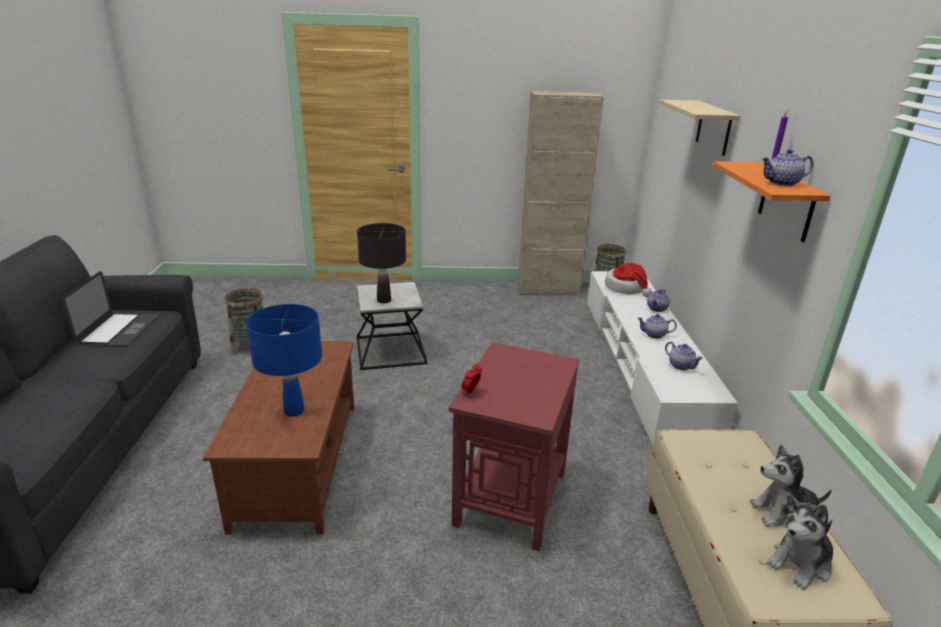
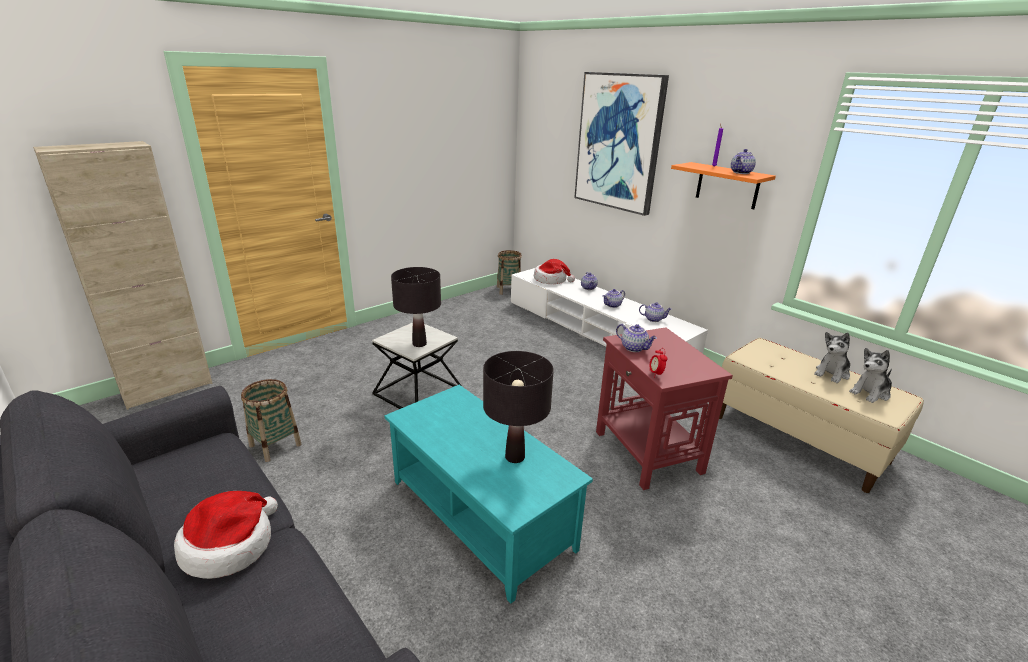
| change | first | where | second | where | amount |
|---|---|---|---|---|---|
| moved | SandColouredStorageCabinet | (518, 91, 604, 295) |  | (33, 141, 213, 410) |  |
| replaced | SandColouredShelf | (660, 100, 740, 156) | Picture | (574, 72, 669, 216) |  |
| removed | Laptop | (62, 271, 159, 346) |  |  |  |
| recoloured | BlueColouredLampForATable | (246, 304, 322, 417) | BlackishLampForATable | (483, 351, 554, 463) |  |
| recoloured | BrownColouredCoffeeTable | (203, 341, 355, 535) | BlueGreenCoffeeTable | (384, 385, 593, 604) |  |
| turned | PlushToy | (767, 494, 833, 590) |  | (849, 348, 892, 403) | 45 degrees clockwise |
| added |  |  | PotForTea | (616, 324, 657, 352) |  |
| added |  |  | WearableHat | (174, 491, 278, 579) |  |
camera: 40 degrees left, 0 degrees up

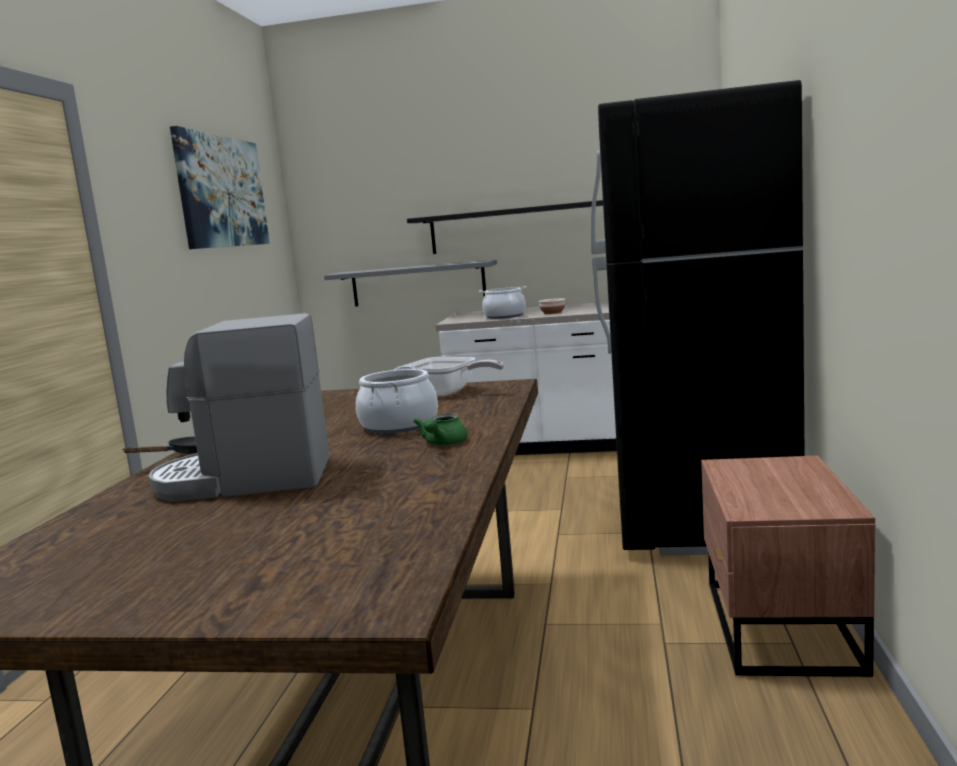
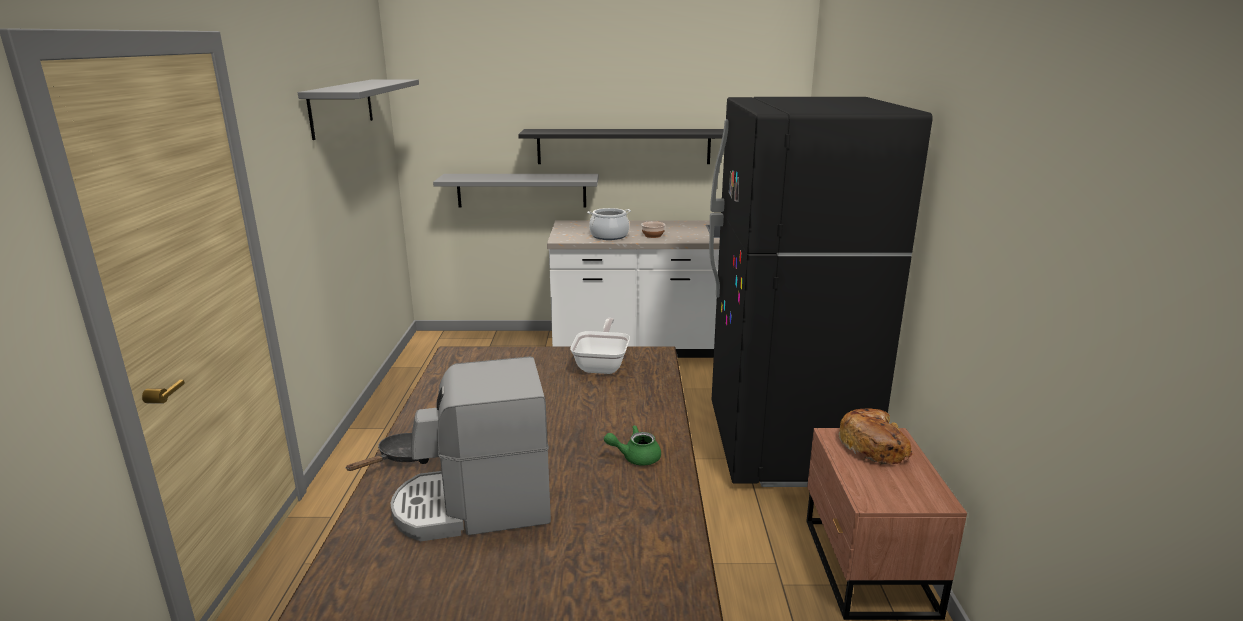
| change | first | where | second | where | amount |
|---|---|---|---|---|---|
| replaced | Picture | (170, 126, 270, 249) | GreyShelf | (298, 79, 419, 140) |  |
| turned | Skillet | (403, 357, 504, 396) |  | (570, 318, 630, 374) | 105 degrees counterclockwise |
| removed | Stockpot | (356, 365, 438, 434) |  |  |  |
| turned | GreenColouredPotForTea | (413, 414, 467, 446) |  | (604, 425, 661, 466) | 75 degrees clockwise |
| added |  |  | Bread | (838, 408, 913, 465) |  |
camera: 10 degrees left, 10 degrees up

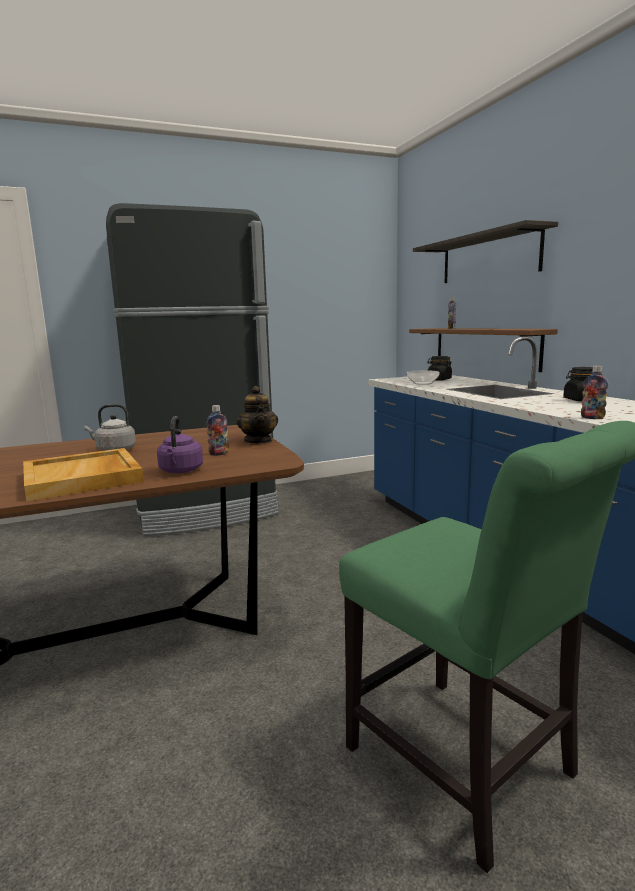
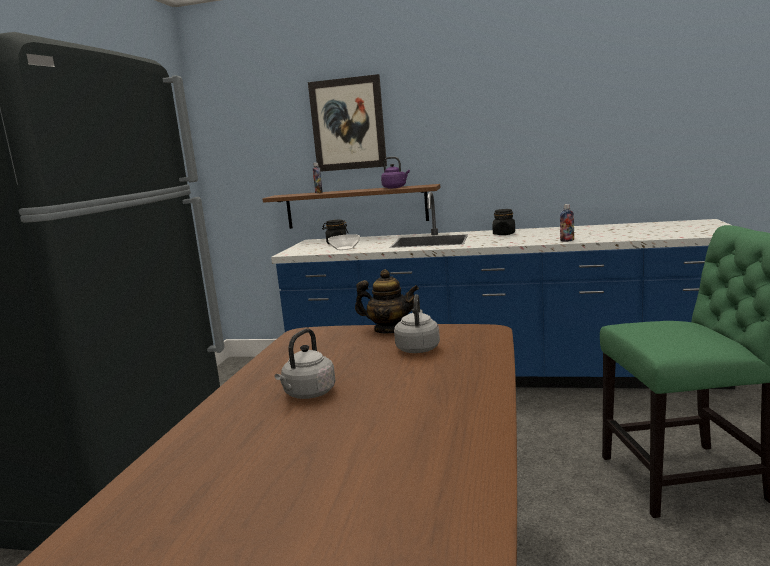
| change | first | where | second | where | amount |
|---|---|---|---|---|---|
| replaced | Shelf | (413, 220, 558, 283) | Picture | (308, 74, 387, 172) |  |
| replaced | DrinkBottle | (207, 405, 229, 456) | GreyKettle | (394, 294, 440, 353) |  |
| moved | PurpleKettle | (157, 416, 203, 473) |  | (381, 157, 410, 188) |  |
| removed | SandColouredCarryingTray | (23, 448, 144, 501) |  |  |  |
camera: 55 degrees left, 0 degrees up

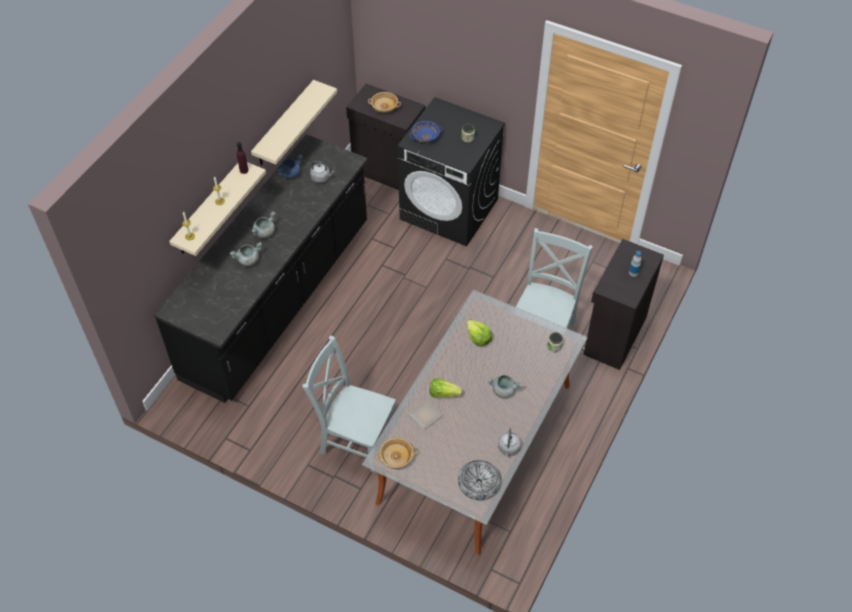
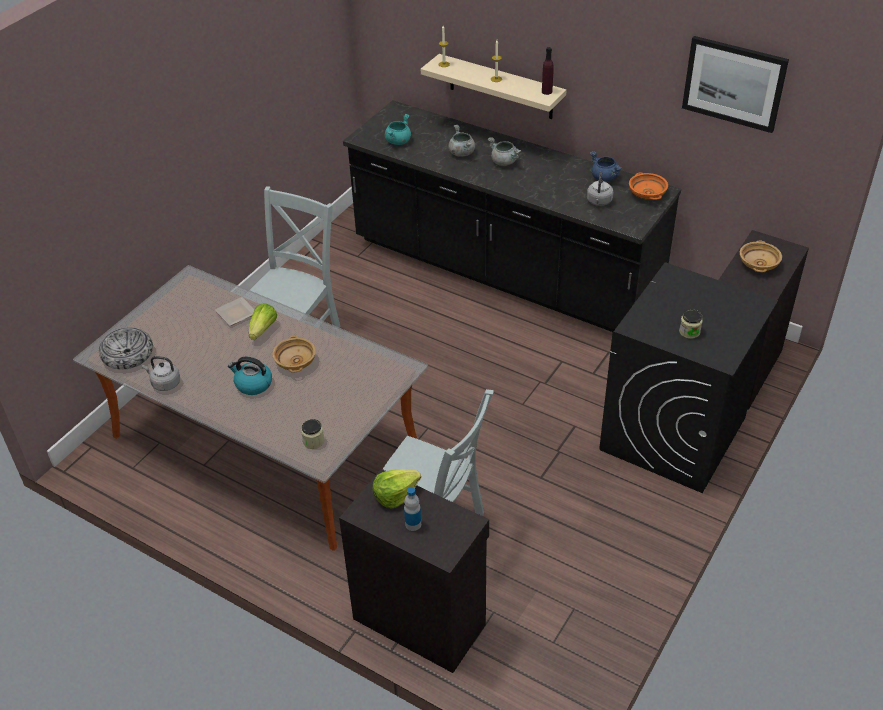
| change | first | where | second | where | amount |
|---|---|---|---|---|---|
| removed | SandColouredShelf | (251, 80, 337, 165) |  |  |  |
| removed | BlueColouredDeepDish | (409, 121, 442, 143) |  |  |  |
| moved | LettuceHead | (467, 320, 492, 346) |  | (373, 469, 421, 509) |  |
| replaced | GreyStockpot | (488, 375, 522, 398) | Kettle | (228, 357, 272, 395) |  |
| moved | SandColouredDeepDish | (376, 438, 417, 469) |  | (272, 336, 316, 373) |  |
| added |  |  | Picture | (682, 36, 789, 133) |  |
| added |  |  | BlueGreenStockpot | (385, 114, 411, 145) |  |
| added |  |  | OrangeyDeepDish | (629, 172, 668, 200) |  |
camera: 95 degrees right, 10 degrees down

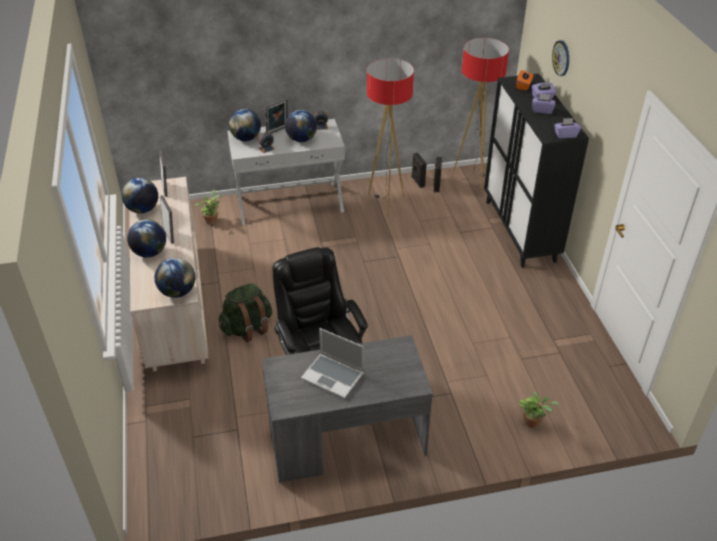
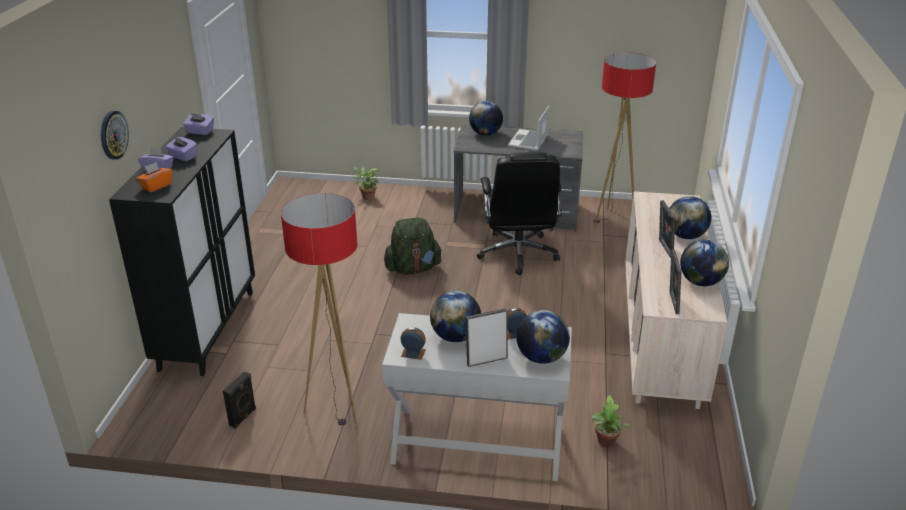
| change | first | where | second | where | amount |
|---|---|---|---|---|---|
| moved | FloorLamp | (451, 38, 509, 190) |  | (594, 52, 656, 226) |  |
| removed | BlackishSpeaker | (412, 153, 427, 188) |  |  |  |
| moved | Globe | (154, 258, 195, 298) |  | (469, 101, 503, 136) |  |
| moved | GreenColouredKnapsack | (219, 283, 273, 342) |  | (384, 218, 442, 274) |  |
| turned | Laptop | (301, 328, 364, 399) |  | (508, 106, 550, 151) | 120 degrees counterclockwise |
camera: 160 degrees left, 10 degrees down

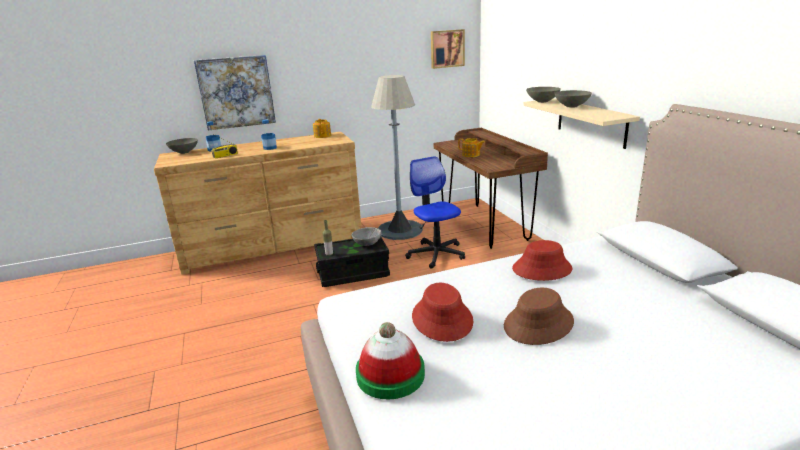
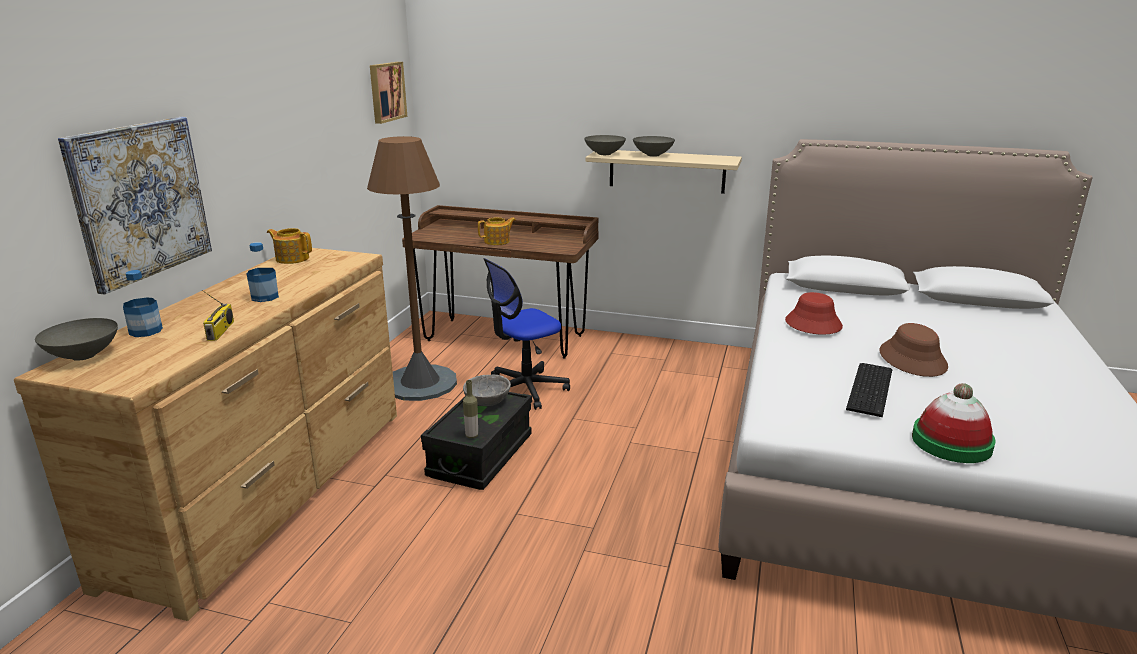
| change | first | where | second | where | amount |
|---|---|---|---|---|---|
| recoloured | GreyFloorLamp | (371, 75, 423, 240) | BrownColouredFloorLamp | (367, 136, 457, 401) |  |
| turned | ComputerChair | (405, 156, 465, 269) |  | (483, 258, 570, 410) | 45 degrees counterclockwise |
| replaced | RedColouredWearableHat | (412, 283, 473, 342) | Keyboard | (846, 363, 892, 417) |  |
camera: 55 degrees left, 0 degrees up

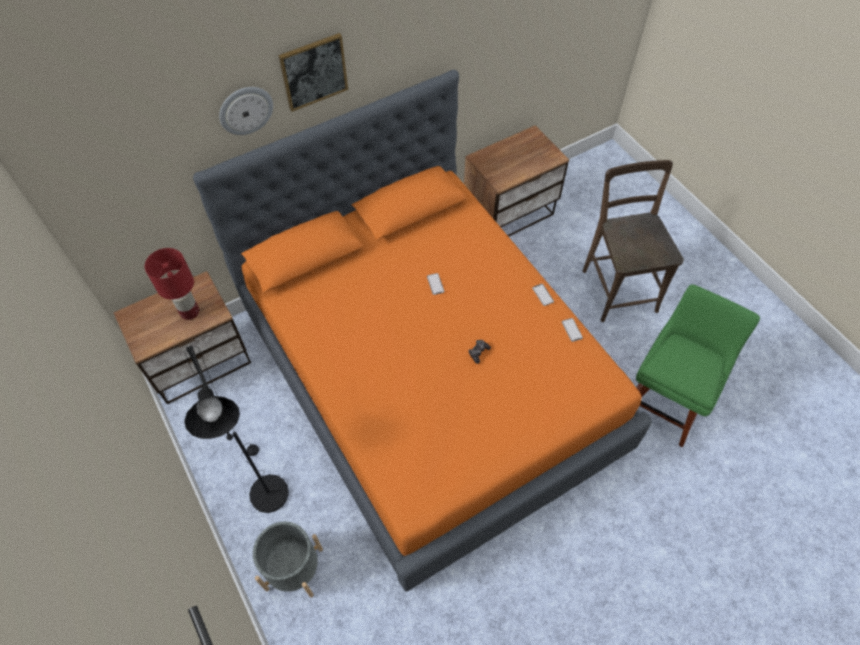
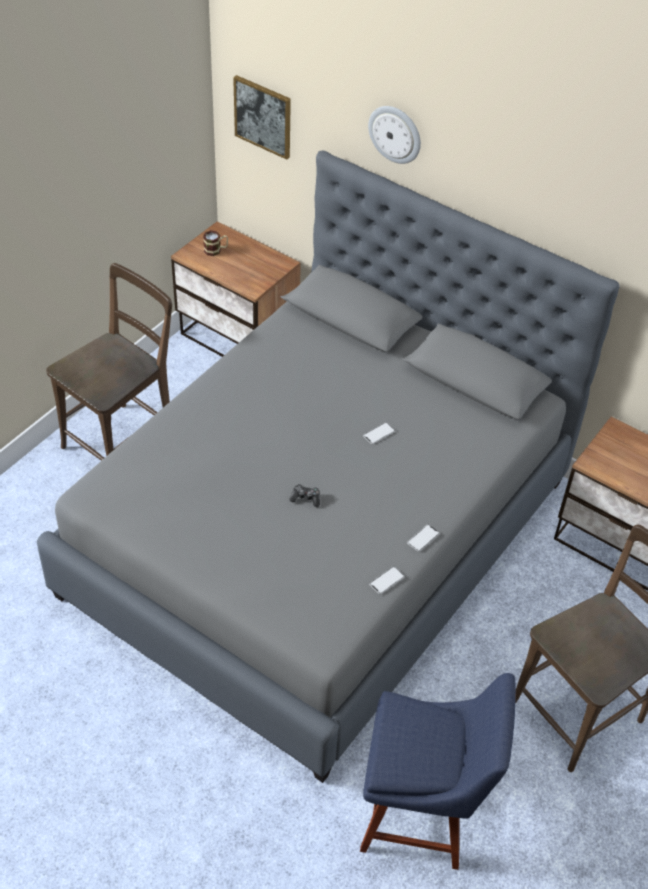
| change | first | where | second | where | amount |
|---|---|---|---|---|---|
| moved | Picture | (279, 33, 348, 112) |  | (233, 75, 291, 160) |  |
| recoloured | OrangeyBed | (193, 70, 652, 592) | GreyBed | (37, 150, 620, 783) |  |
| removed | RedColouredLampForATable | (145, 248, 199, 320) |  |  |  |
| recoloured | GreenColouredUprightChair | (636, 284, 760, 447) | BlueColouredUprightChair | (360, 673, 516, 870) |  |
| replaced | BlackishFloorLamp | (184, 345, 289, 513) | BrownColouredUprightChair | (46, 263, 172, 461) |  |
| removed | GreyFlowerPot | (253, 522, 323, 598) |  |  |  |
| added |  |  | Mug | (203, 230, 228, 256) |  |
camera: 65 degrees right, 10 degrees down

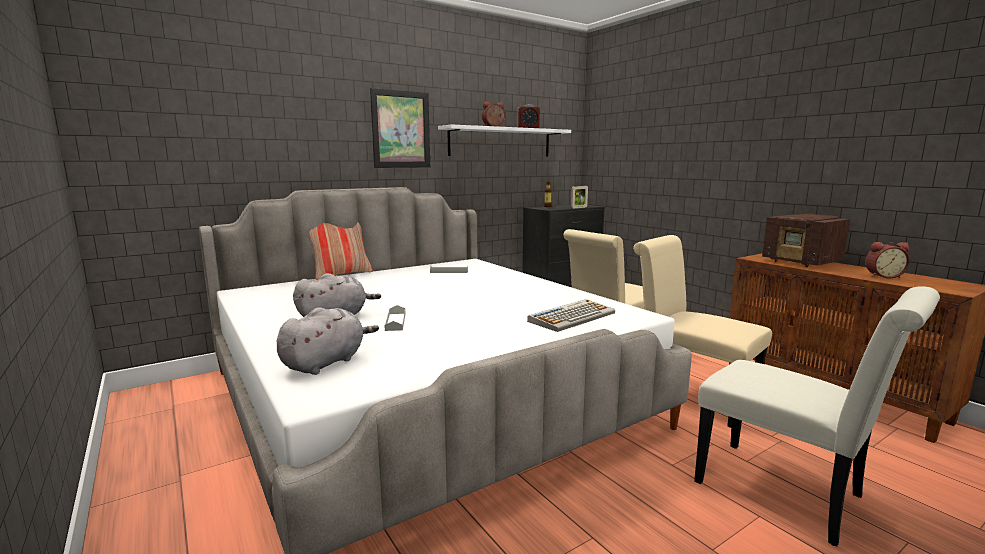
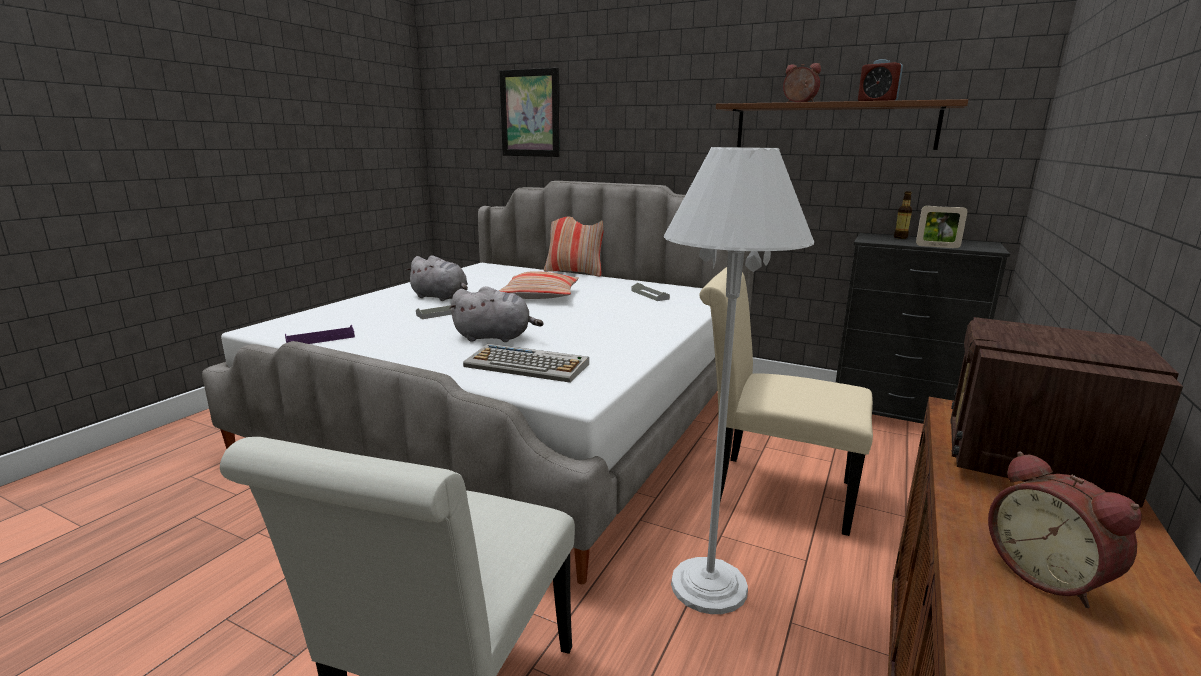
| change | first | where | second | where | amount |
|---|---|---|---|---|---|
| moved | Picture | (370, 88, 430, 168) |  | (499, 68, 560, 157) |  |
| recoloured | WhitishShelf | (438, 124, 571, 157) | BrownColouredShelf | (716, 99, 968, 150) |  |
| replaced | SandColouredUprightChair | (633, 235, 772, 428) | WhitishFloorLamp | (663, 147, 815, 614) |  |
| moved | GreyPlushToy | (277, 307, 379, 375) |  | (449, 286, 544, 342) |  |
| added |  |  | Cushion | (499, 271, 579, 299) |  |
| added |  |  | PurpleCarryingTray | (285, 325, 355, 344) |  |
camera: 60 degrees right, 5 degrees up

